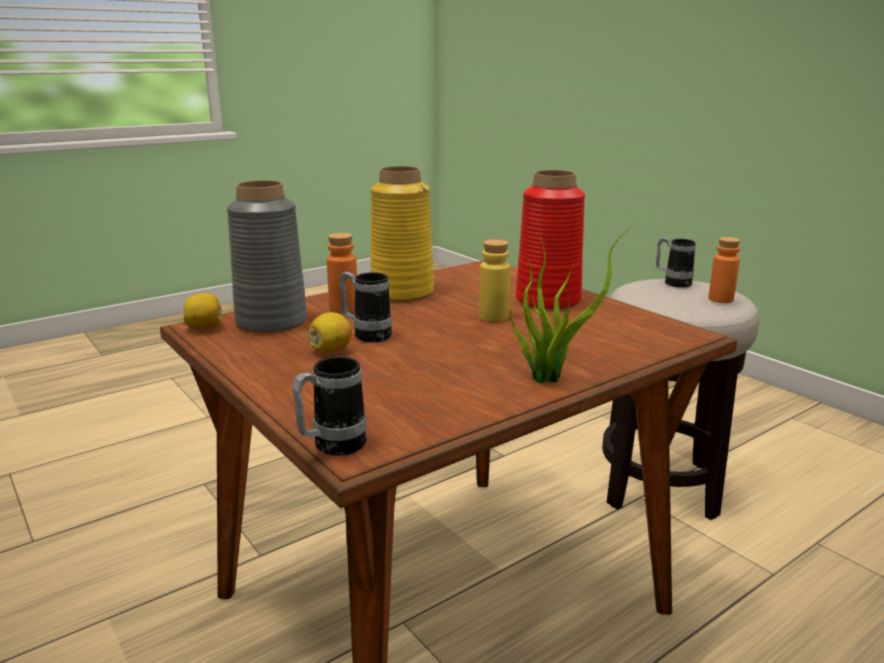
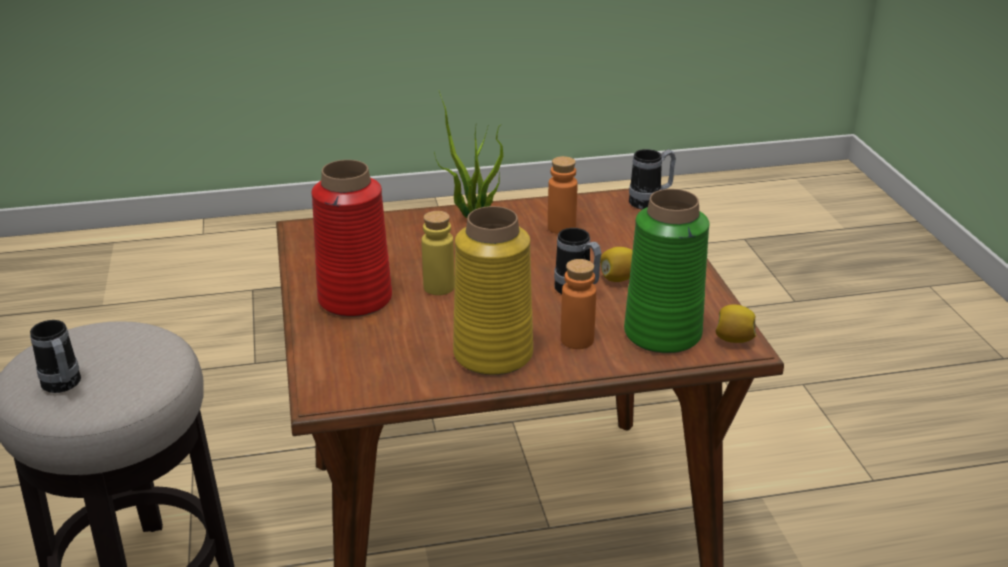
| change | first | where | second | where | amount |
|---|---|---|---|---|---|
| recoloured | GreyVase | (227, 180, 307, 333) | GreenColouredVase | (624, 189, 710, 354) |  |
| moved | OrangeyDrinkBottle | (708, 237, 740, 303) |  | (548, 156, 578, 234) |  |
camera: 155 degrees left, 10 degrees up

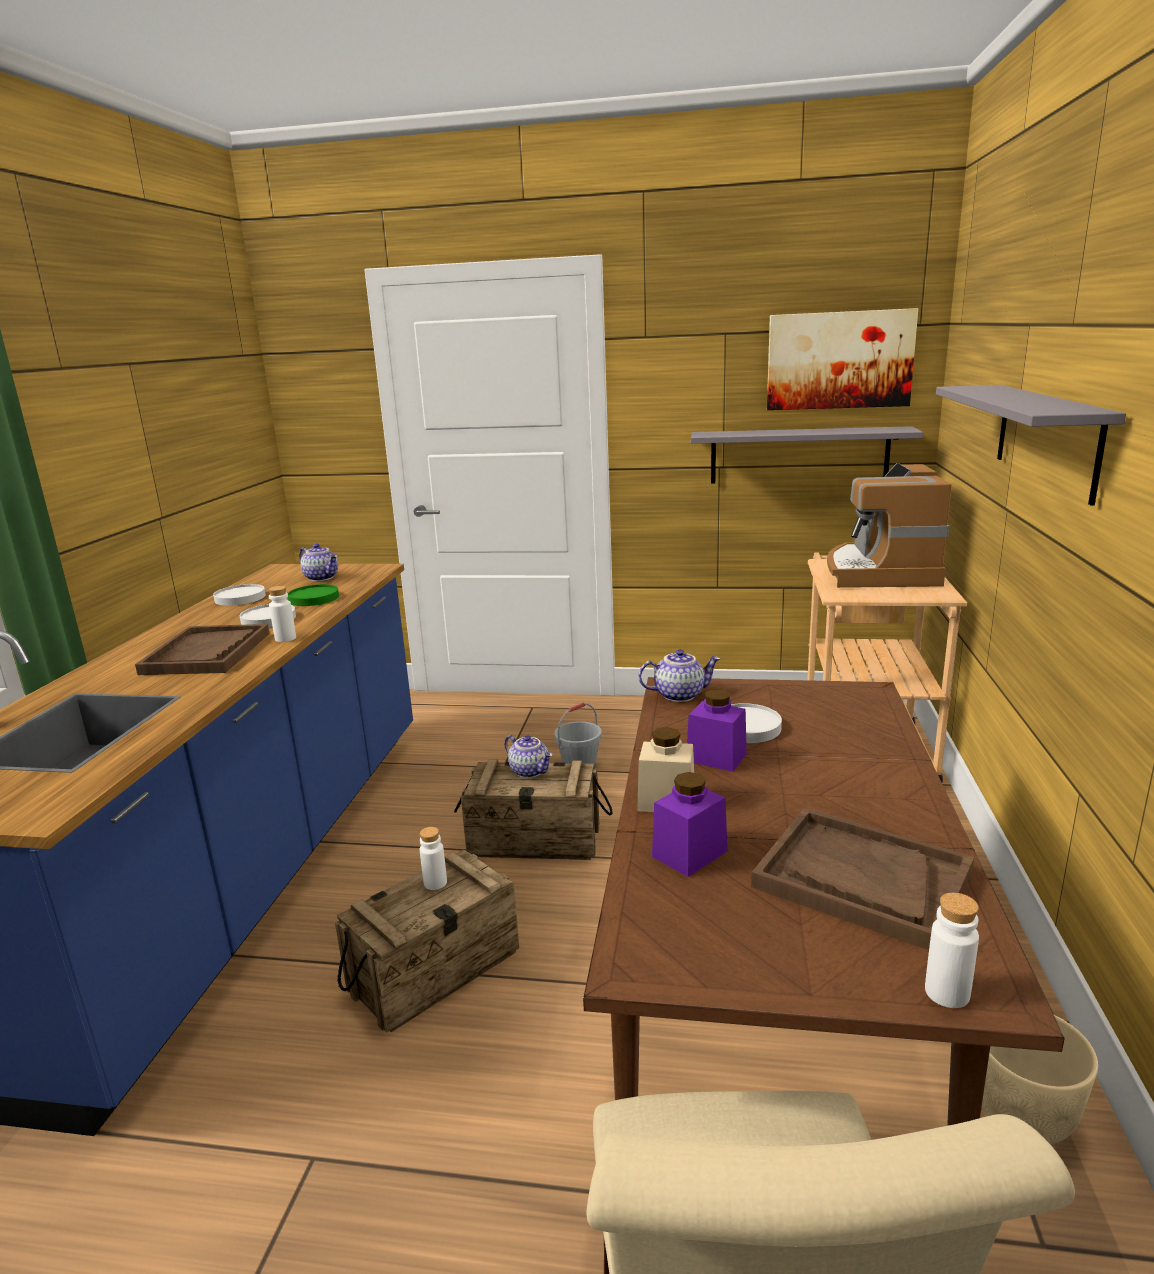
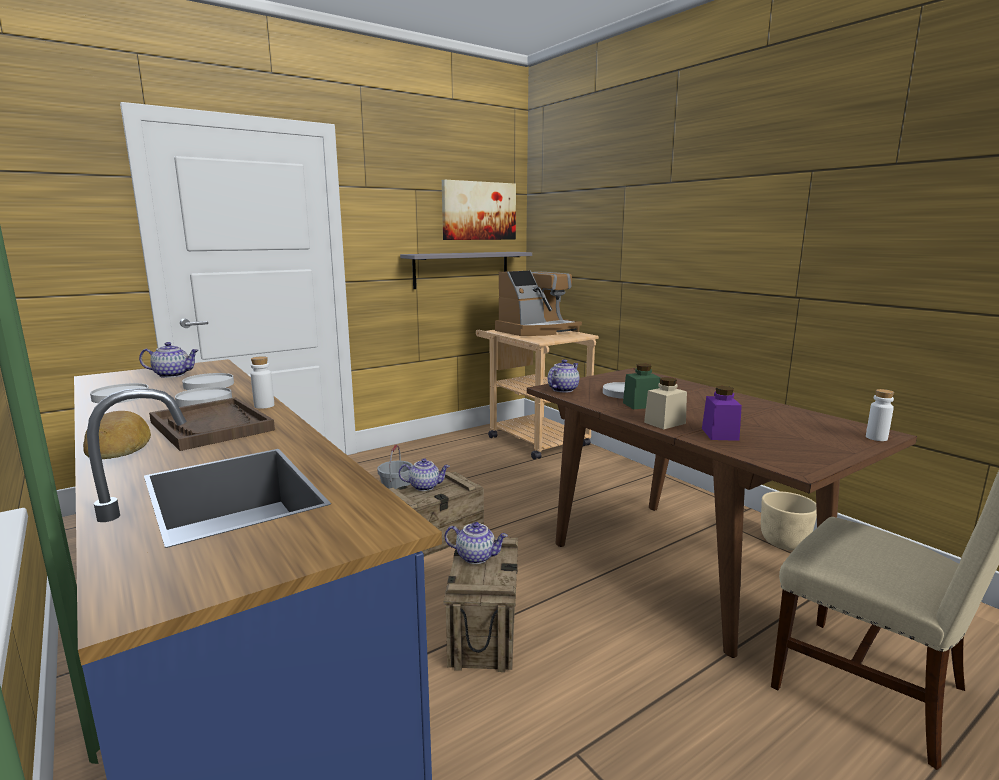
| change | first | where | second | where | amount |
|---|---|---|---|---|---|
| removed | GreyShelf | (936, 385, 1126, 506) |  |  |  |
| turned | CoffeeMaker | (827, 463, 952, 588) |  | (495, 271, 582, 336) | 90 degrees counterclockwise |
| recoloured | GreenColouredDinnerPlate | (288, 584, 339, 606) | WhitishDinnerPlate | (182, 373, 234, 390) |  |
| recoloured | PurpleStorageJar | (687, 690, 747, 772) | GreenColouredStorageJar | (623, 363, 661, 409) |  |
| removed | BrownColouredCarryingTray | (751, 808, 974, 950) |  |  |  |
| replaced | WhitishDrinkBottle | (420, 827, 447, 890) | PotForTea | (445, 522, 508, 564) |  |
| added |  |  | Bread | (83, 411, 151, 459) |  |
camera: 45 degrees left, 5 degrees down

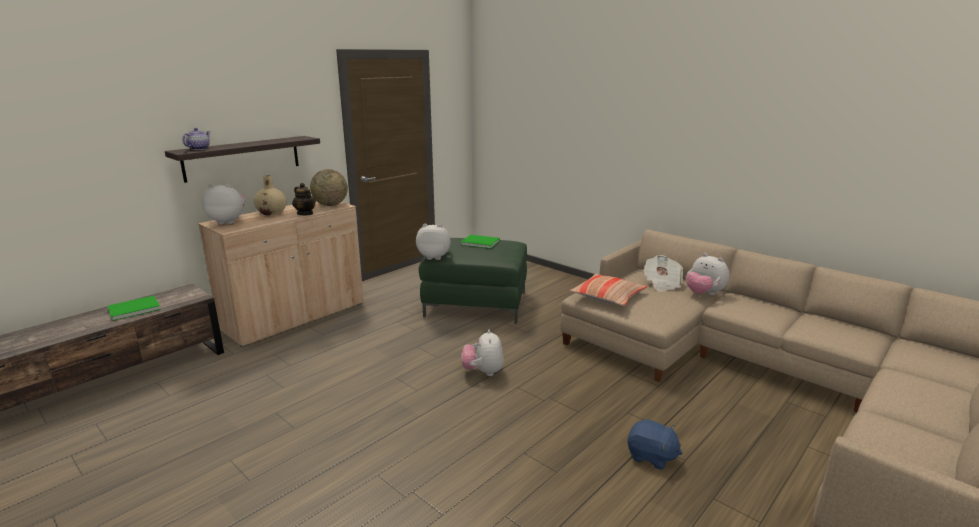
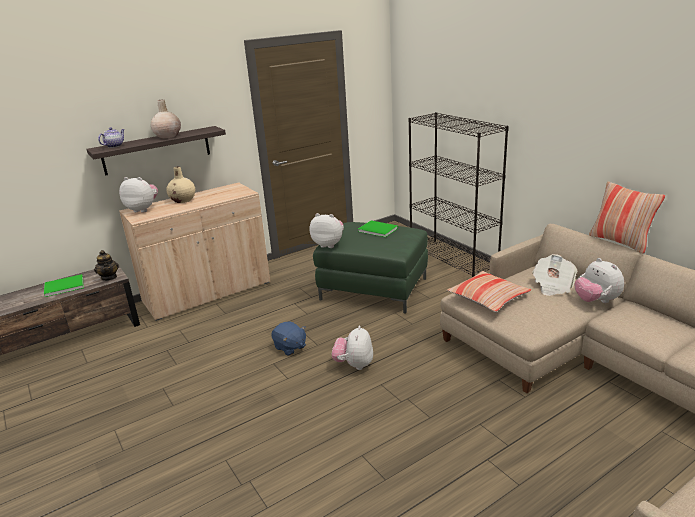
| change | first | where | second | where | amount |
|---|---|---|---|---|---|
| removed | Globe | (310, 169, 348, 206) |  |  |  |
| moved | PotForTea | (292, 183, 316, 215) |  | (94, 250, 119, 281) |  |
| moved | BlueColouredPlushToy | (627, 419, 683, 470) |  | (271, 321, 306, 356) |  |
| added |  |  | SandColouredVase | (151, 99, 181, 139) |  |
| added |  |  | BlackishBookcase | (408, 112, 509, 277) |  |
| added |  |  | Cushion | (589, 182, 665, 254) |  |
camera: 15 degrees right, 5 degrees up

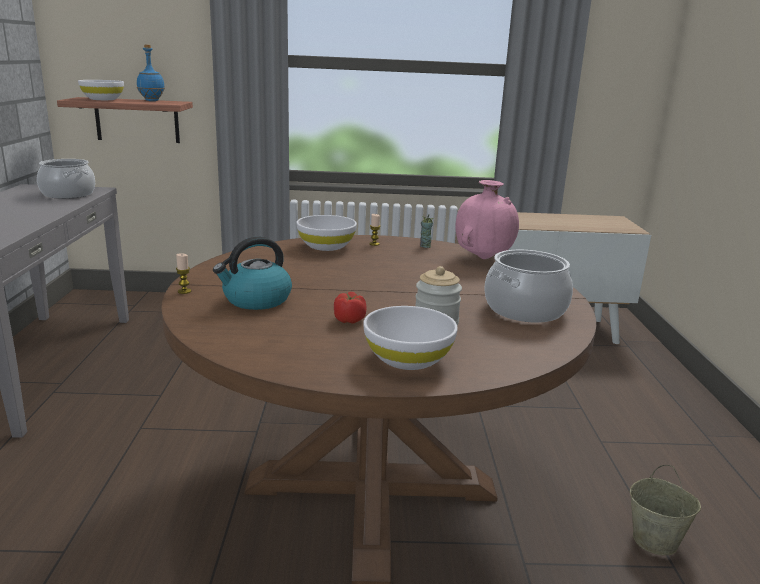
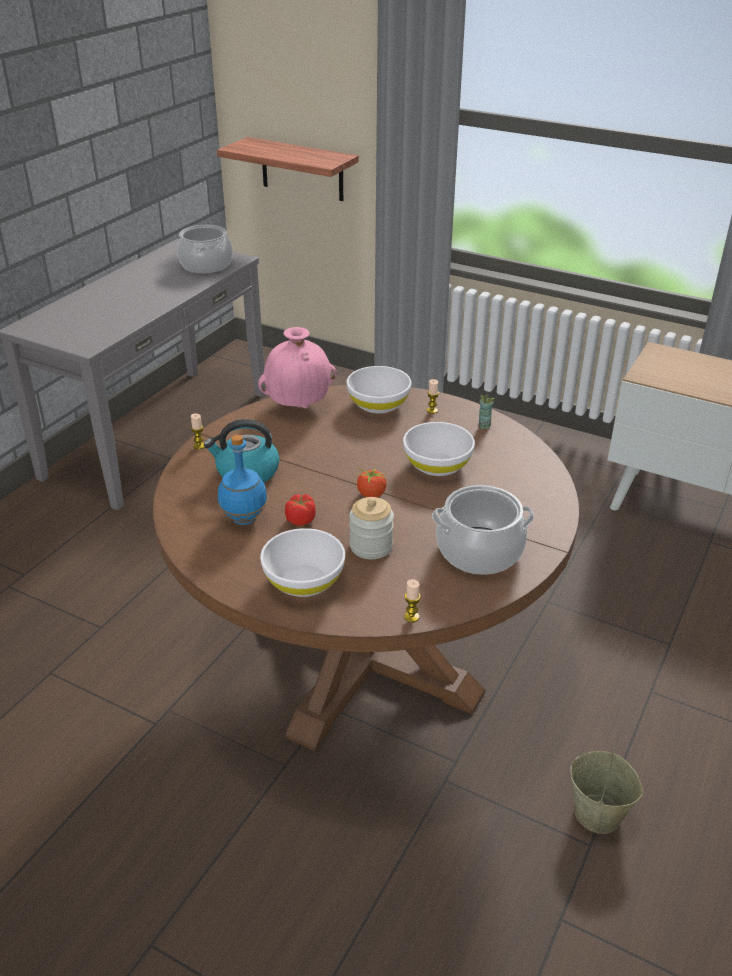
| change | first | where | second | where | amount |
|---|---|---|---|---|---|
| moved | BlueColouredDrinkBottle | (137, 45, 165, 101) |  | (218, 435, 268, 525) |  |
| moved | WhitishDeepDish | (78, 80, 124, 100) |  | (403, 422, 475, 476) |  |
| moved | PinkVase | (455, 180, 519, 259) |  | (258, 327, 337, 409) |  |
| added |  |  | FreshTomato | (356, 467, 387, 498) |  |
| added |  |  | Candle | (404, 579, 421, 622) |  |
camera: 30 degrees right, 15 degrees up

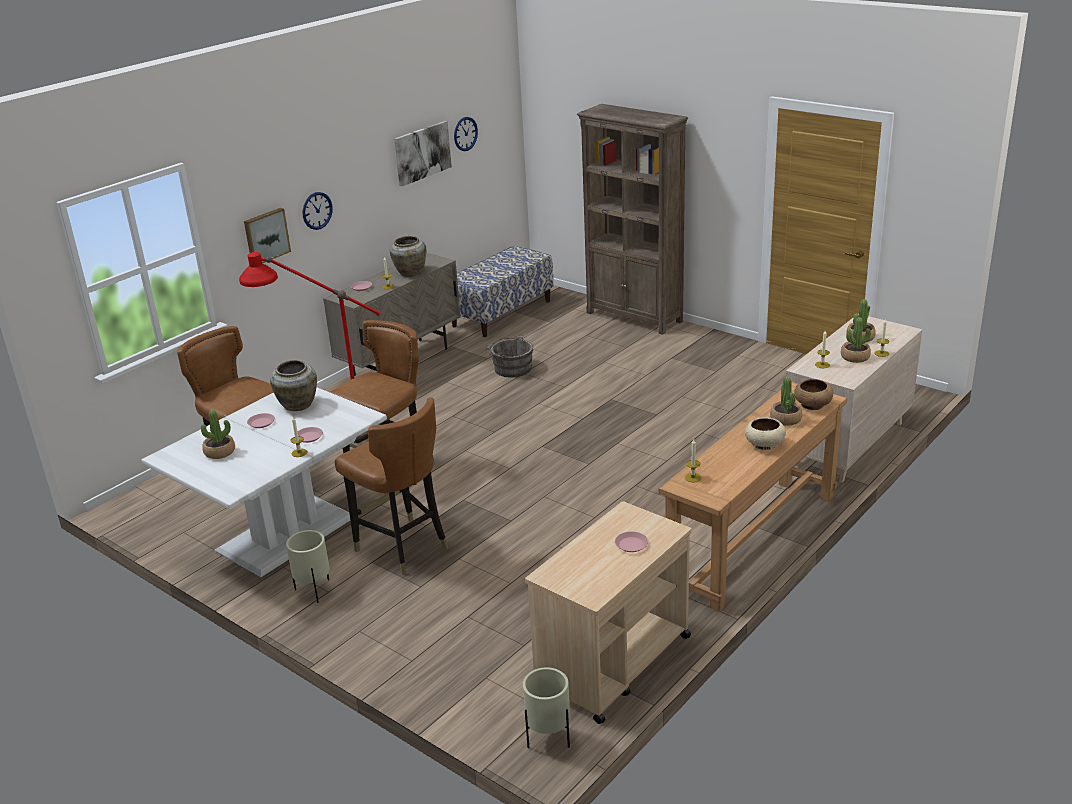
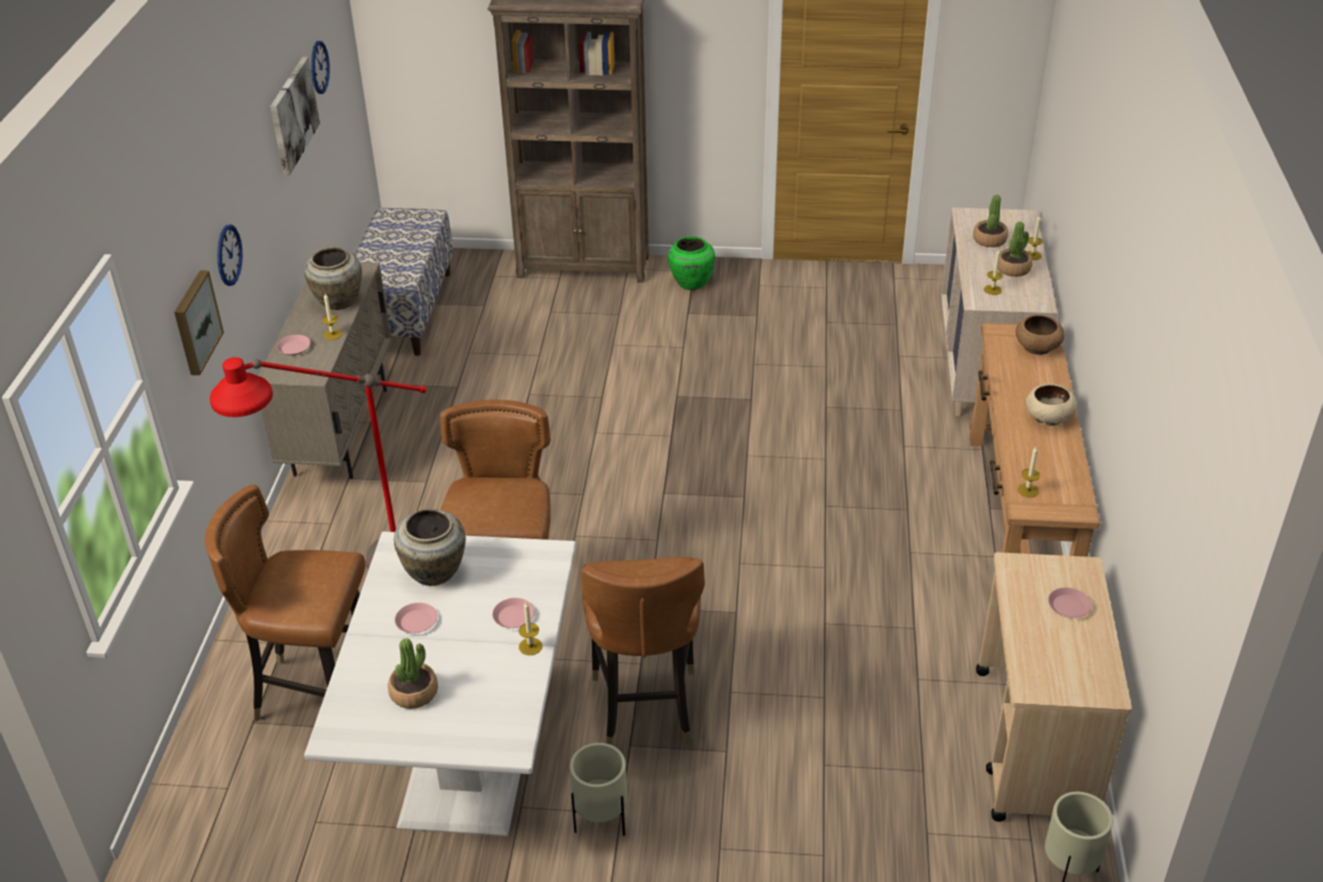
| change | first | where | second | where | amount |
|---|---|---|---|---|---|
| removed | GreyBucket | (486, 336, 533, 377) |  |  |  |
| removed | PottedPlant | (770, 377, 802, 426) |  |  |  |
| turned | BrownColouredUprightChair | (335, 398, 448, 575) |  | (581, 557, 705, 746) | 75 degrees clockwise |
| added |  |  | GreenColouredVase | (668, 236, 715, 290) |  |
camera: 35 degrees left, 10 degrees up

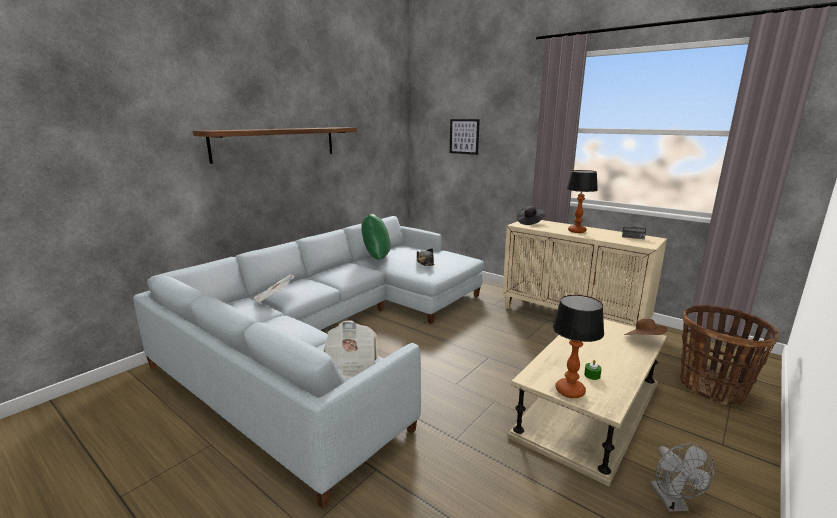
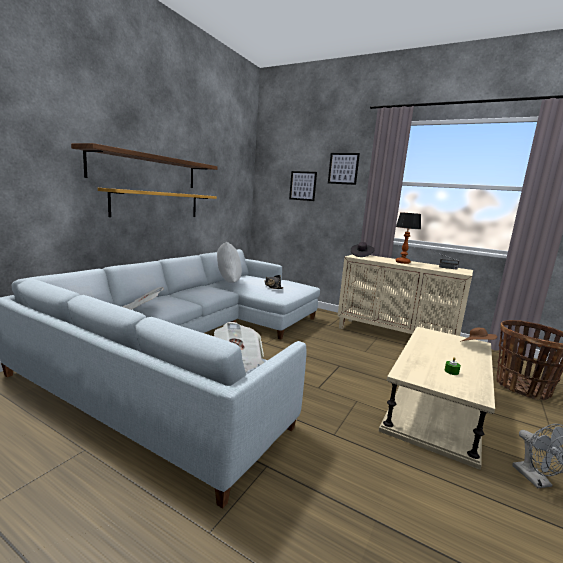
| change | first | where | second | where | amount |
|---|---|---|---|---|---|
| recoloured | GreenColouredCushion | (361, 214, 391, 260) | WhitishCushion | (217, 242, 242, 283) |  |
| removed | LampForATable | (552, 295, 604, 398) |  |  |  |
| added |  |  | Picture | (328, 153, 360, 185) |  |
| added |  |  | Shelf | (98, 188, 217, 217) |  |
camera: 10 degrees left, 5 degrees down

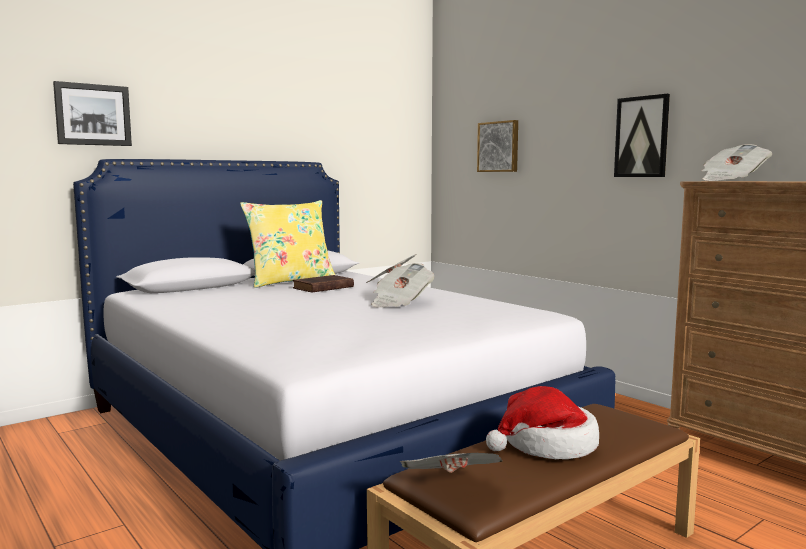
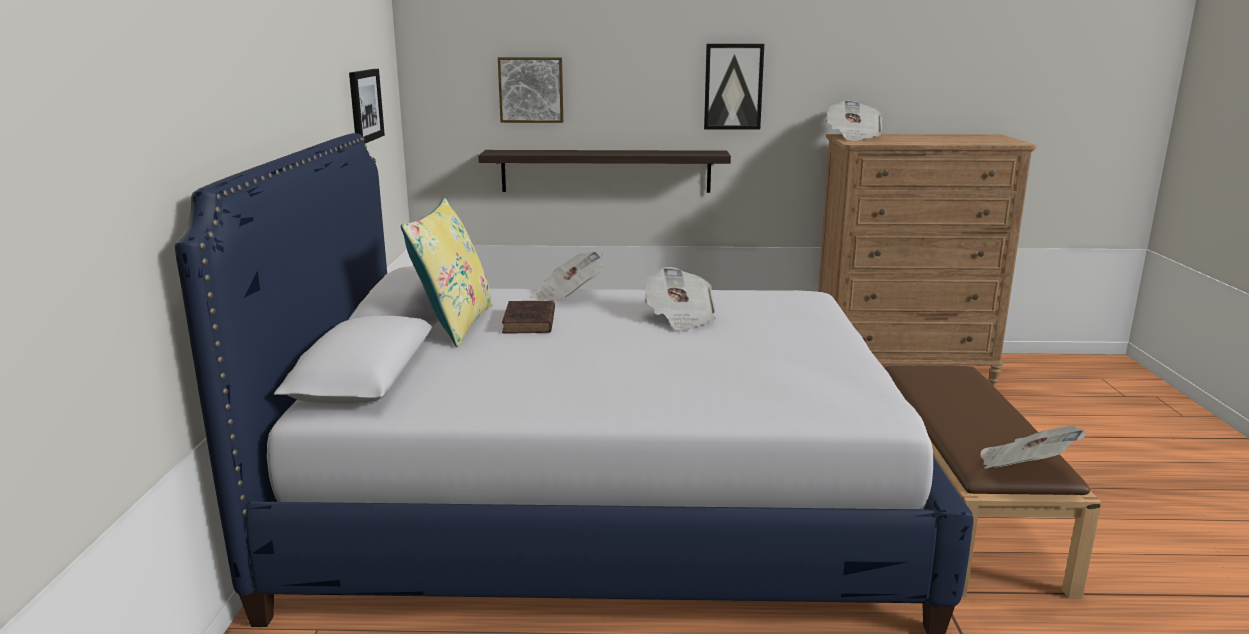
| change | first | where | second | where | amount |
|---|---|---|---|---|---|
| moved | Picture | (53, 81, 132, 146) |  | (349, 69, 385, 144) |  |
| removed | WearableHat | (486, 386, 599, 459) |  |  |  |
| added |  |  | Shelf | (478, 150, 731, 193) |  |
camera: 50 degrees left, 10 degrees up

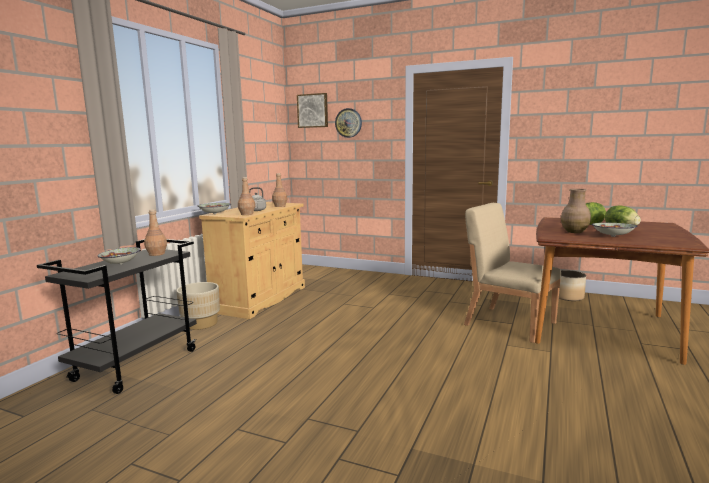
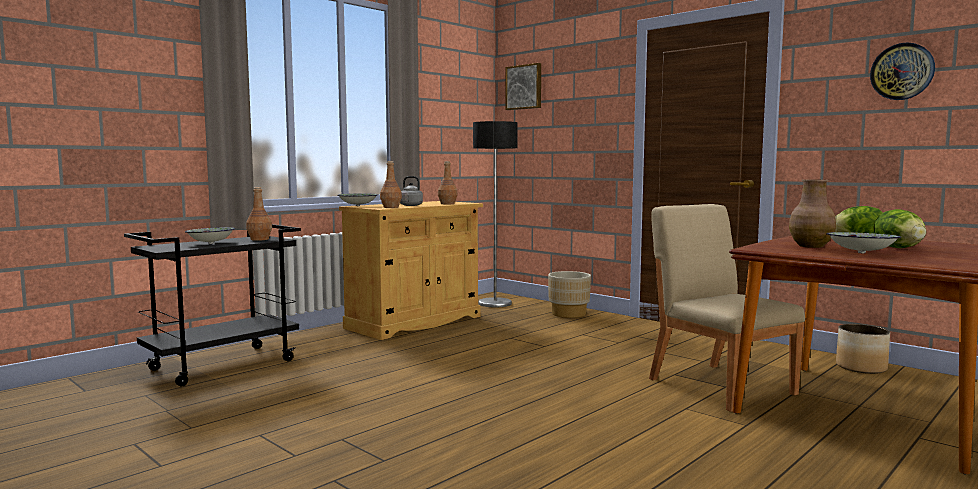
| change | first | where | second | where | amount |
|---|---|---|---|---|---|
| moved | WallClock | (335, 108, 362, 138) |  | (870, 43, 935, 100) |  |
| moved | SandColouredFlowerPot | (176, 282, 220, 330) |  | (548, 271, 591, 318) |  |
| added |  |  | FloorLamp | (473, 121, 518, 307) |  |
camera: 20 degrees right, 5 degrees down

